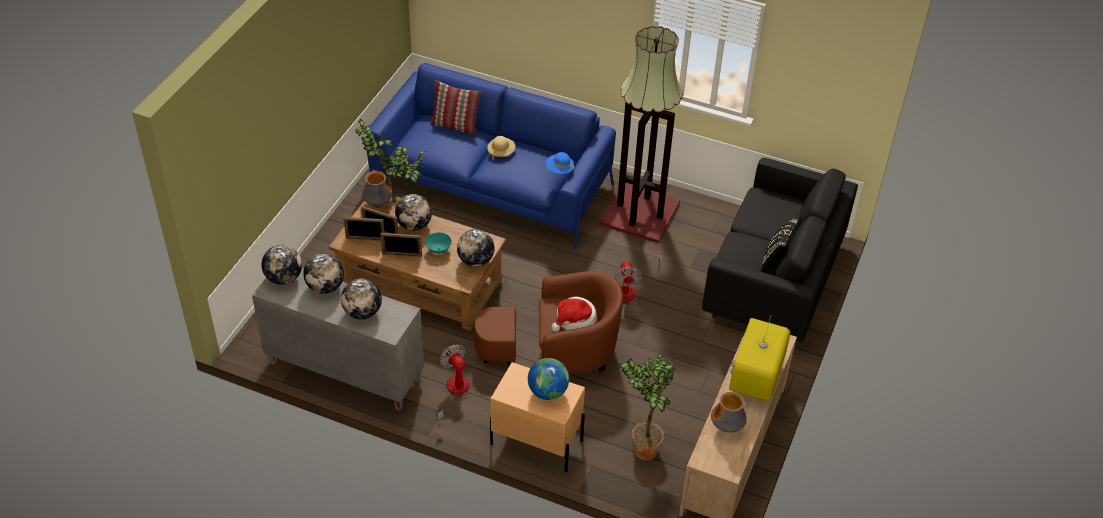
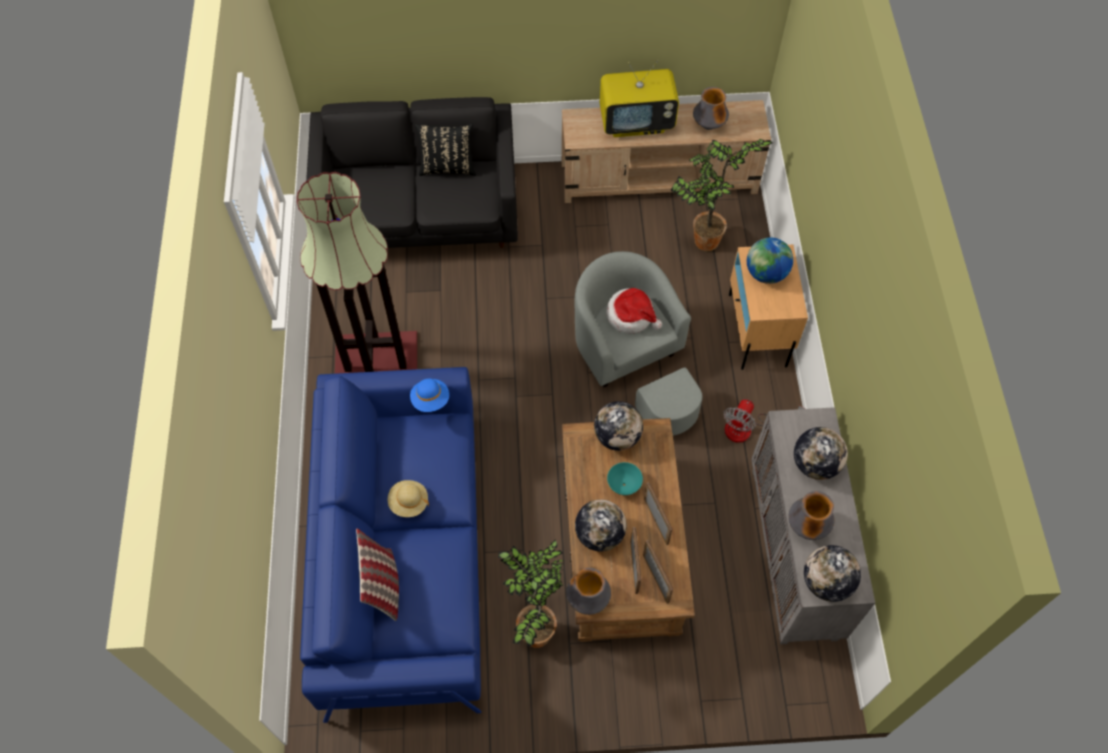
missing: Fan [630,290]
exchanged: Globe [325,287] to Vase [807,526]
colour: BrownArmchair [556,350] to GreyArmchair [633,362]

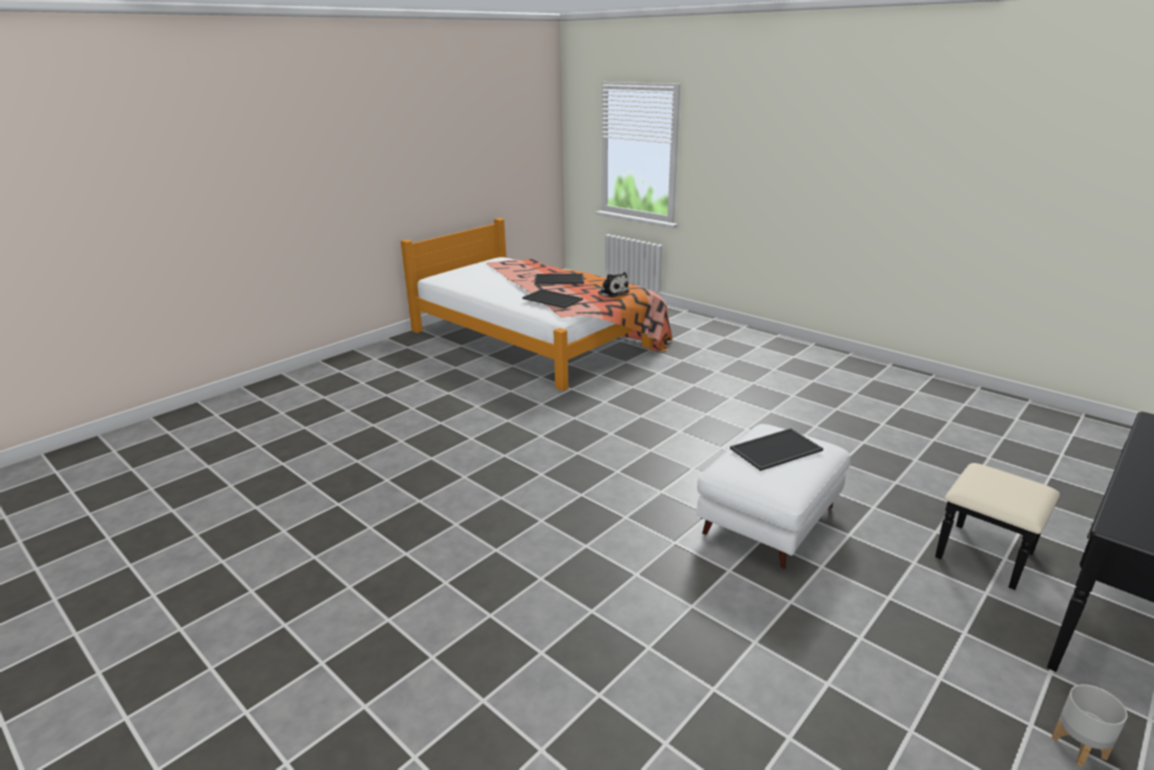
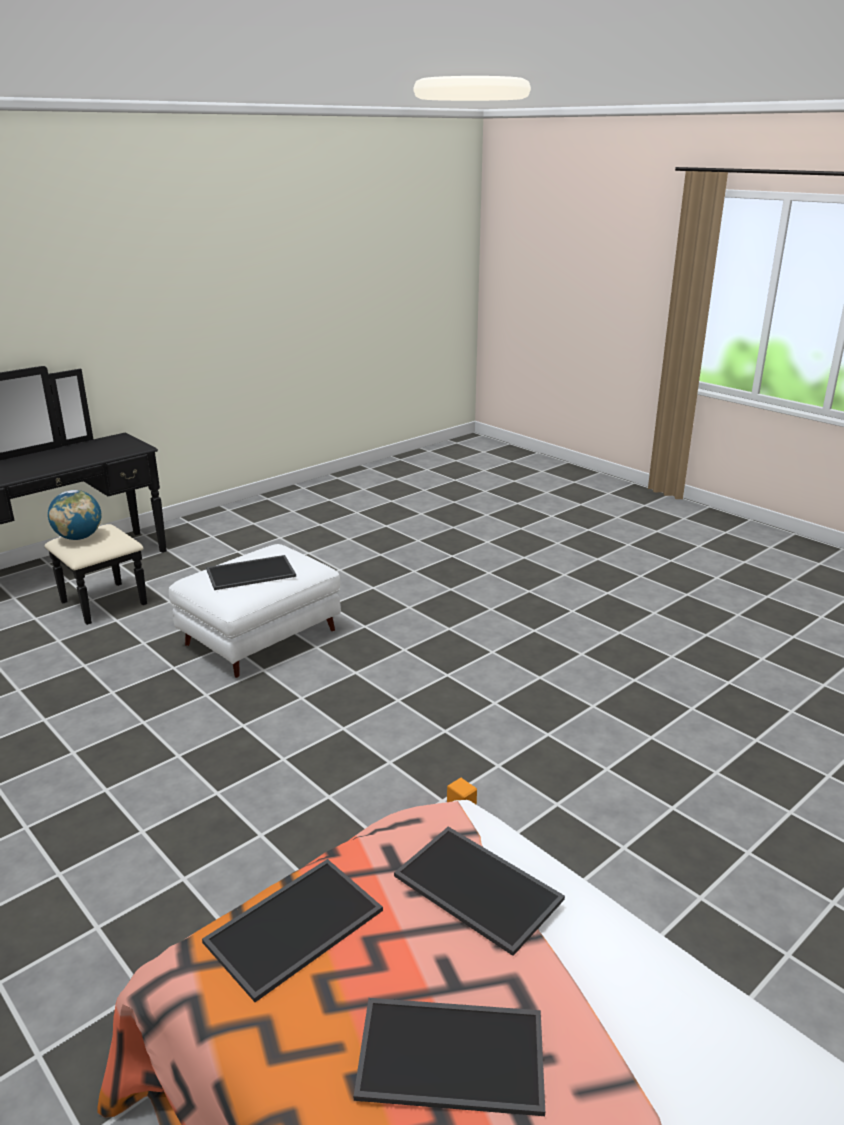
missing: GreyPlanter [1079,748]
appeared: Globe [79,537]
exchanged: PlushToy [612,292] to Tray [294,929]

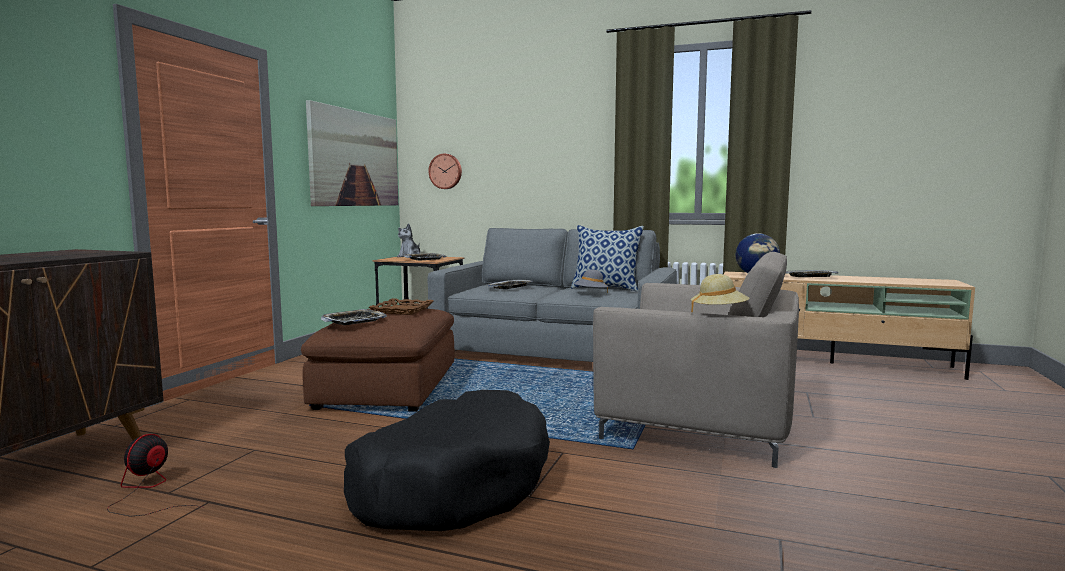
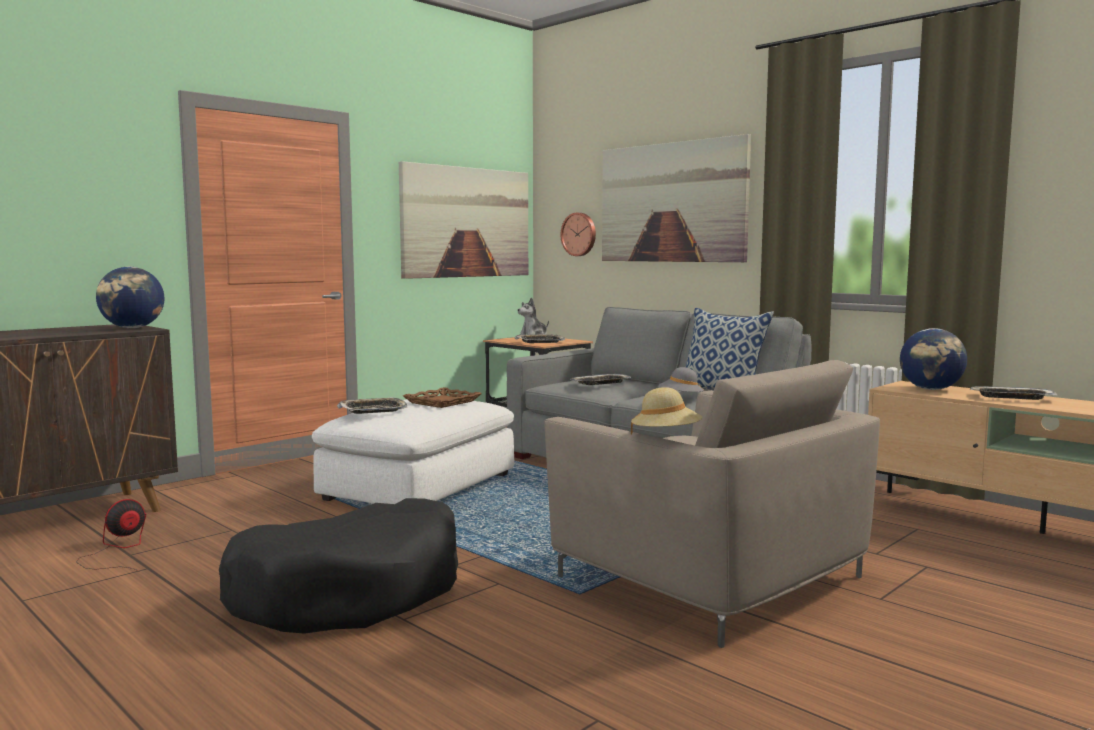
appeared: Globe [132,328]; Picture [672,202]
colour: BrownOttoman [387,387] to WhiteOttoman [419,486]

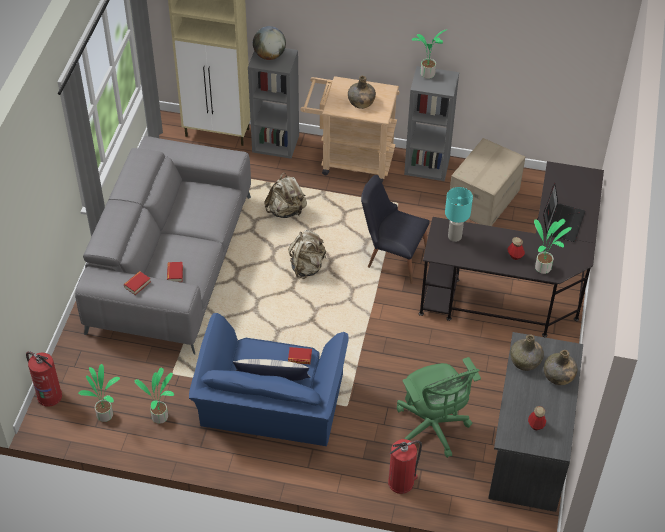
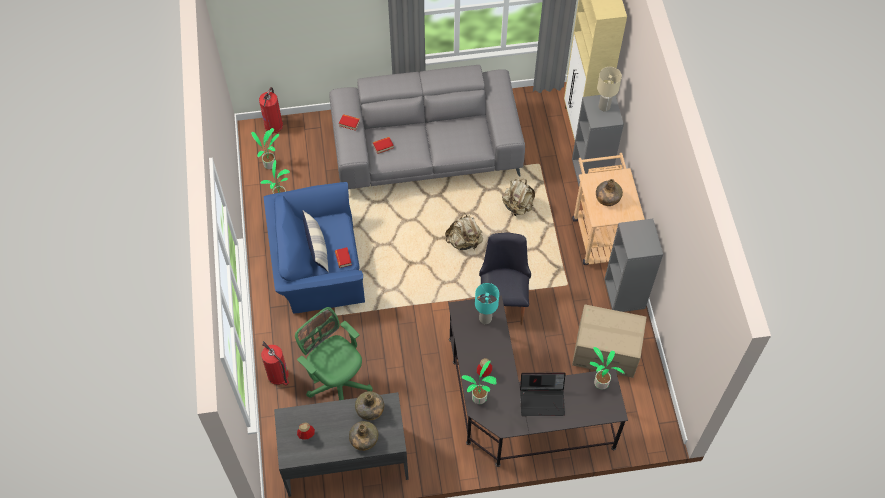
relocated: PottedPlant [427,75] to [600,382]
exchanged: Globe [269,55] to BeigeTableLamp [604,107]
spun: GreenOfficeChair [433,428] = [337,382] 90 degrees clockwise

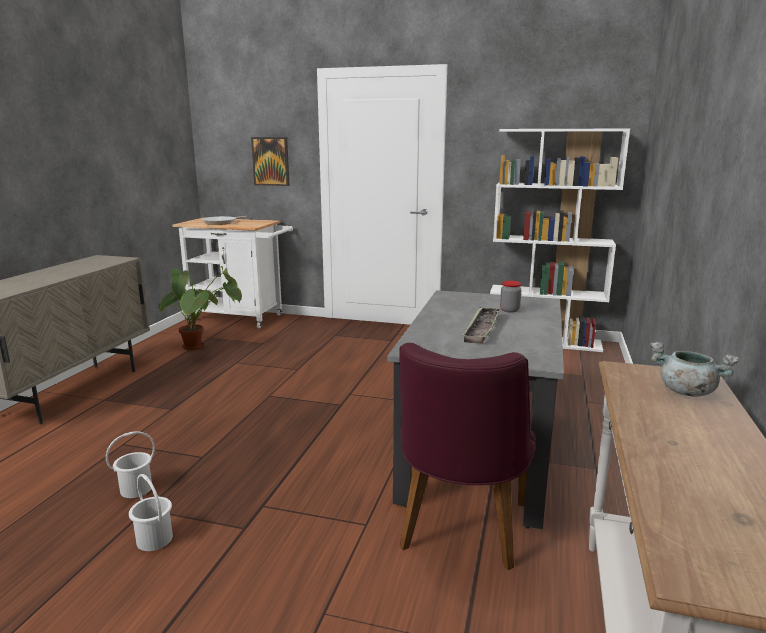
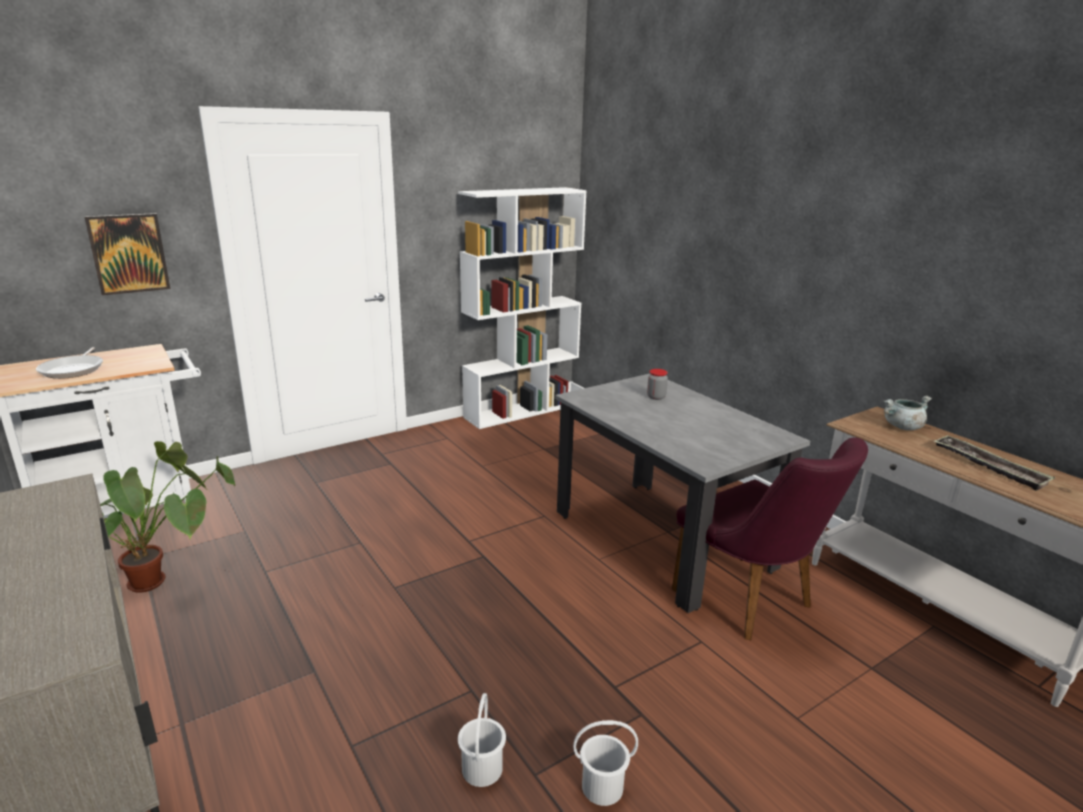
relocated: Tray [482,329] to [988,466]

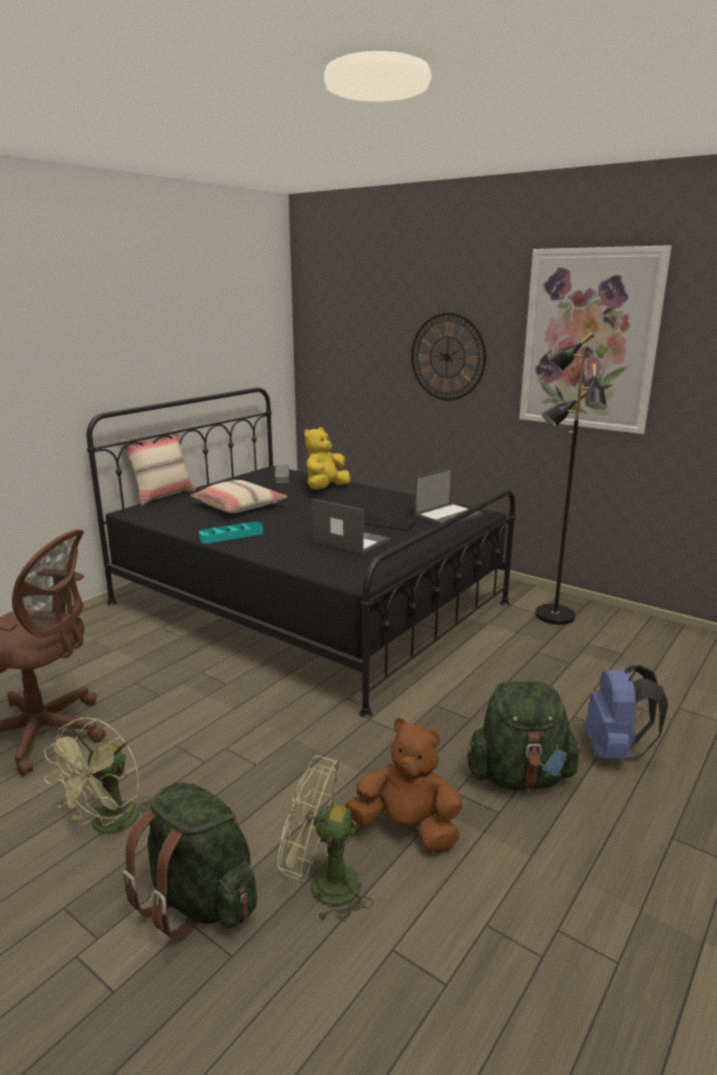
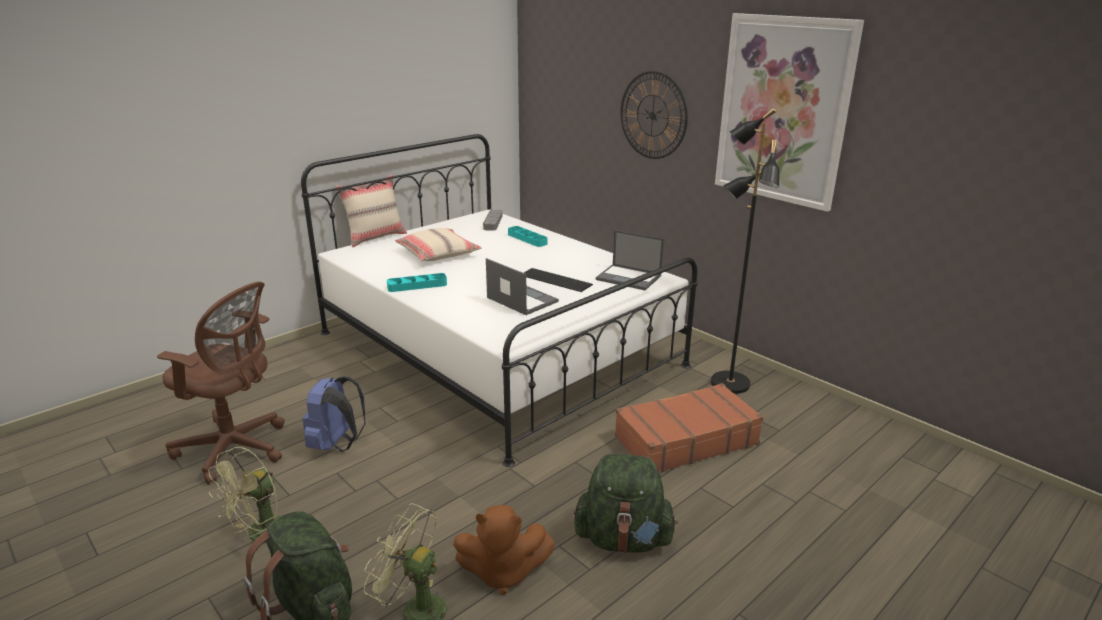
appeared: BrownSuitcase [685,440]
relocated: BlueBackpack [615,752] to [336,444]
exchanged: YellowPlushToy [325,488] to TurquoiseTray [527,239]
colour: BlackBed [308,603] to WhiteBed [498,349]
spun: BrownPlushToy [406,829] = [502,572] 150 degrees clockwise; Laptop [448,515] = [629,278] 60 degrees clockwise

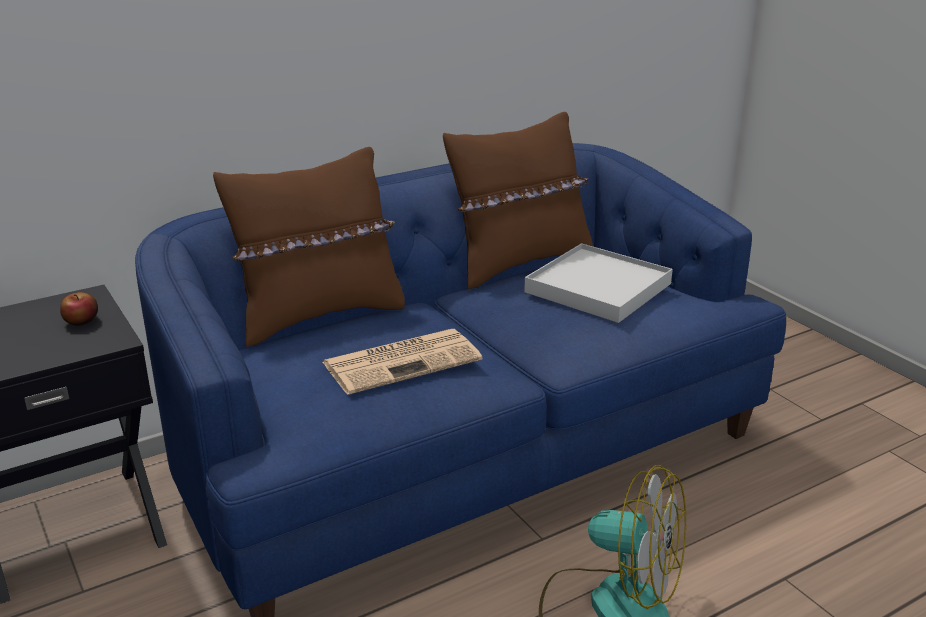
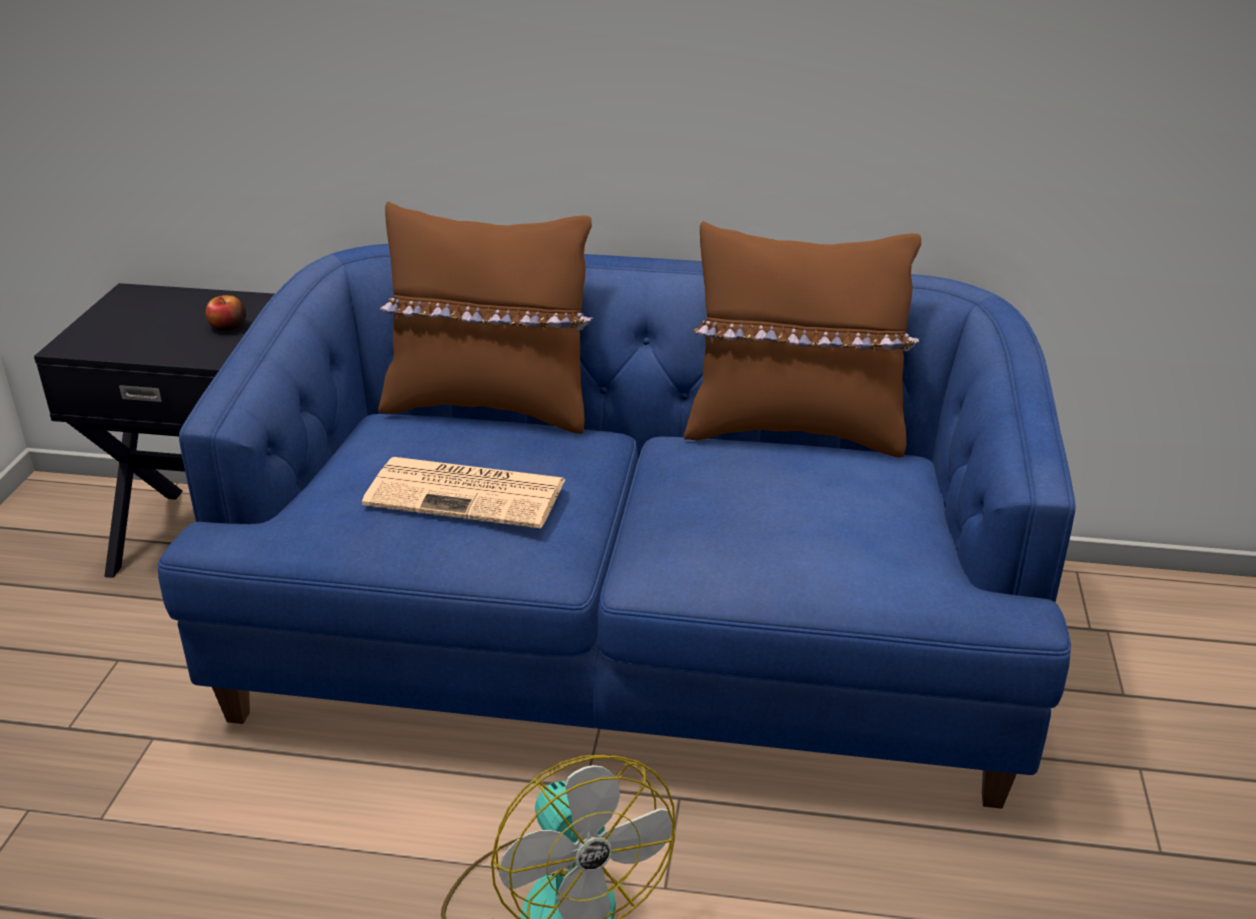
missing: WhiteTray [598,288]

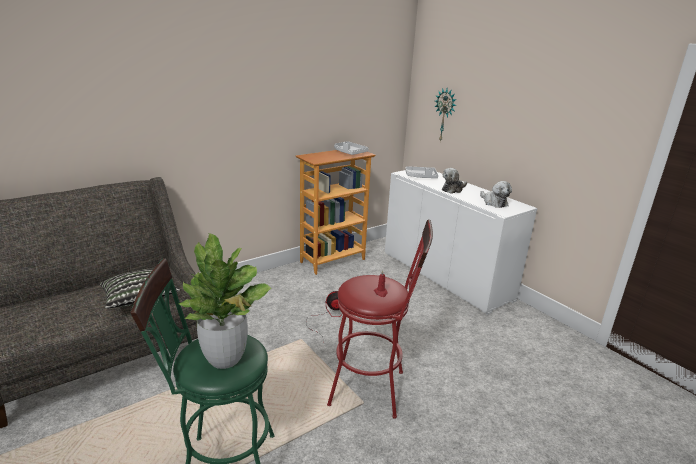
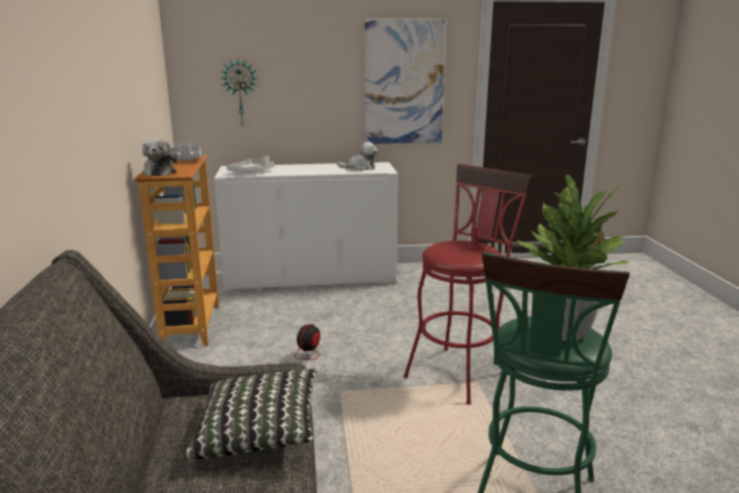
appeared: Picture [404,82]
relocated: PlushToy [453,189] to [160,172]

